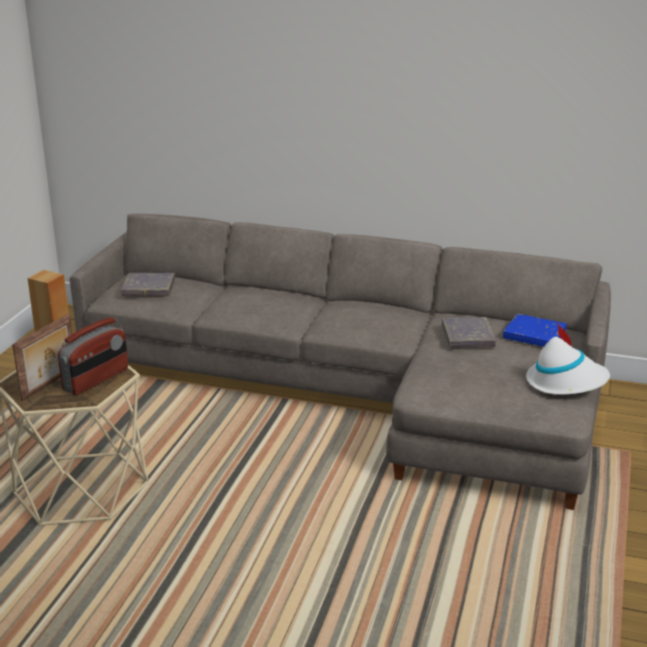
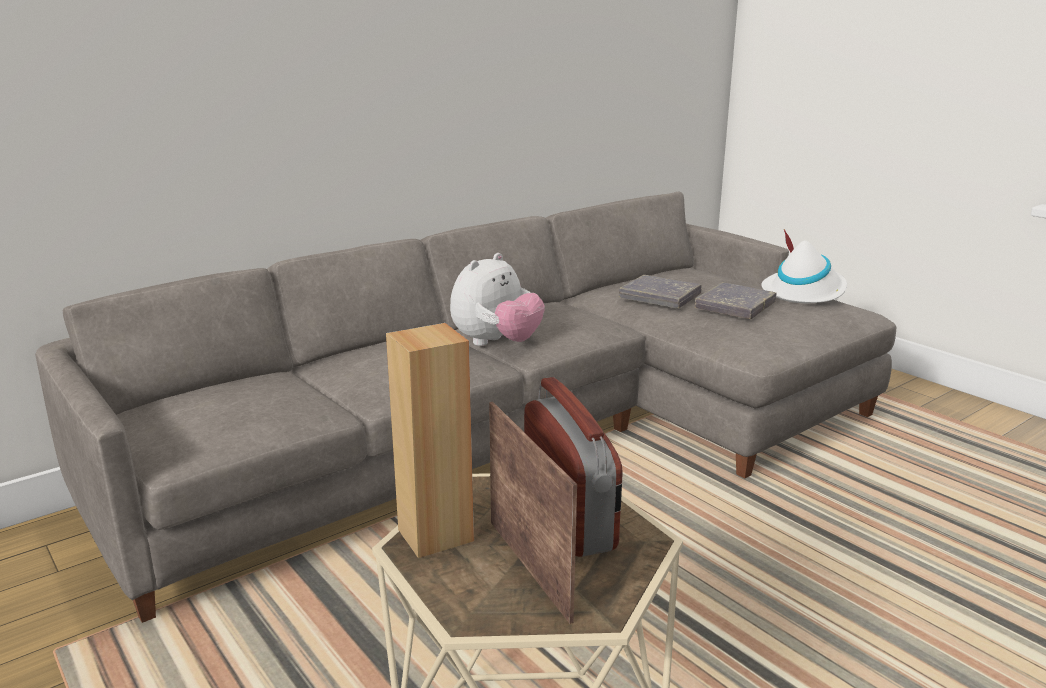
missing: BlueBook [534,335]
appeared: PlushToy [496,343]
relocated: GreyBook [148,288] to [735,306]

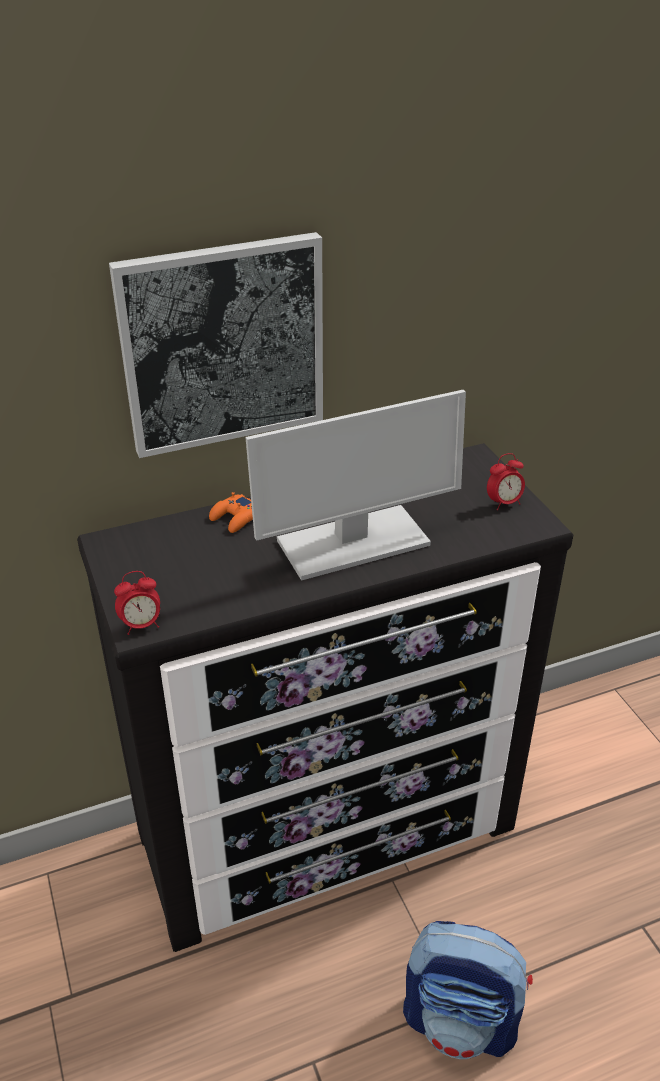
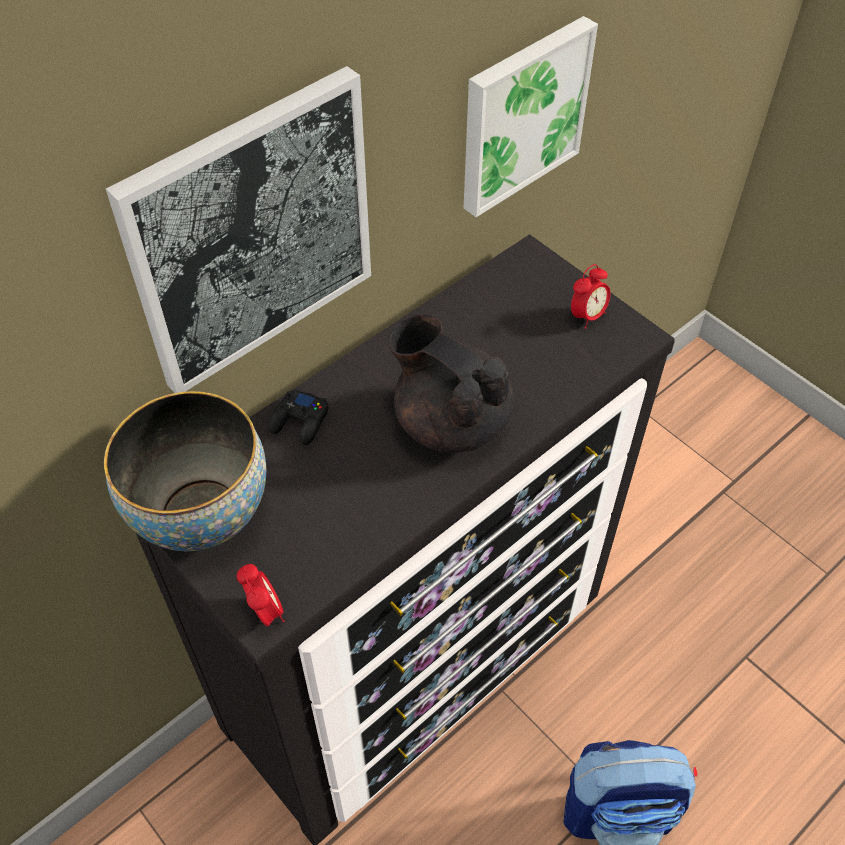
appeared: Bowl [202,515]; Picture [521,114]
exchanged: Monitor [352,544] to BlackTeapot [450,421]
colour: OrangeGameController [235,518] to BlackGameController [300,421]
spun: AlarmClock [141,625] = [265,611] 75 degrees counterclockwise

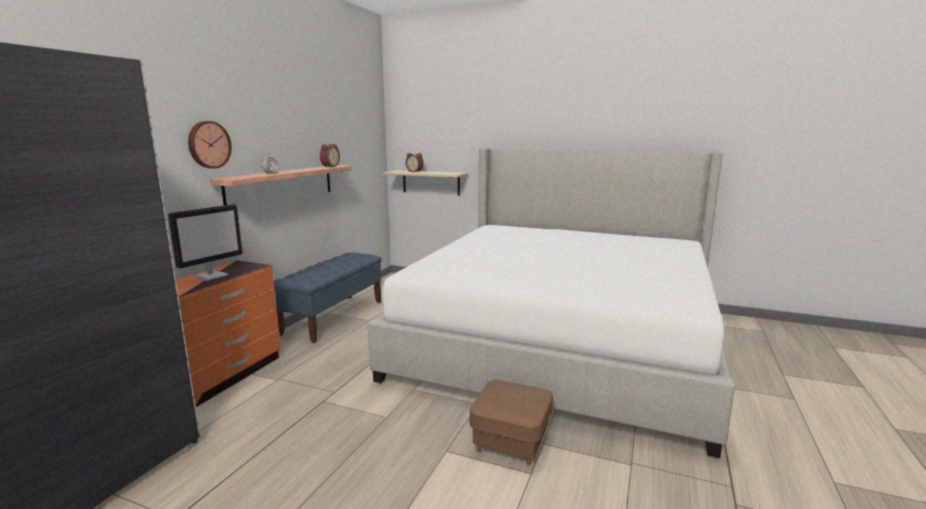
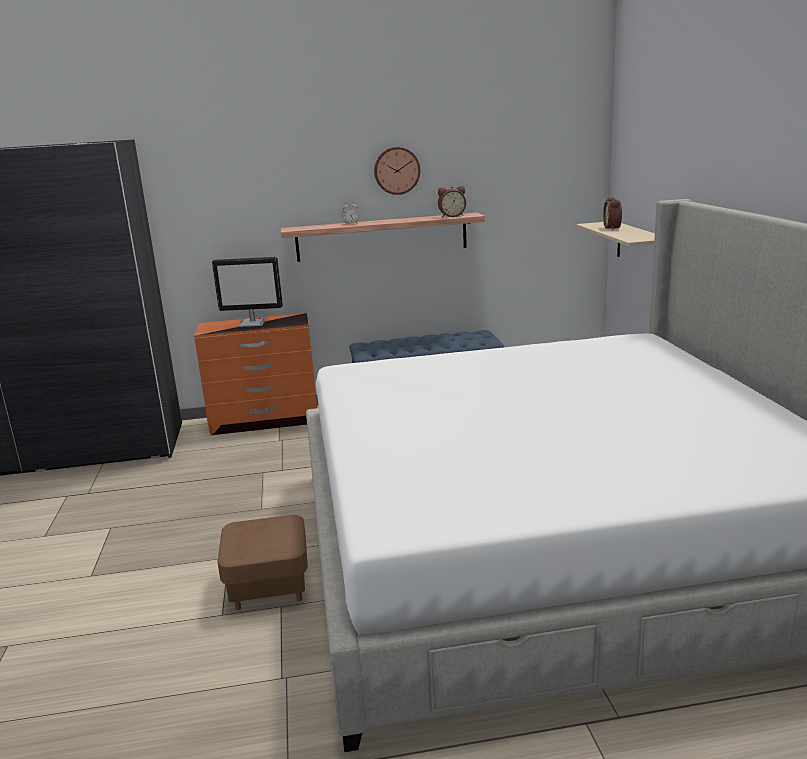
relocated: WallClock [208,144] to [396,170]

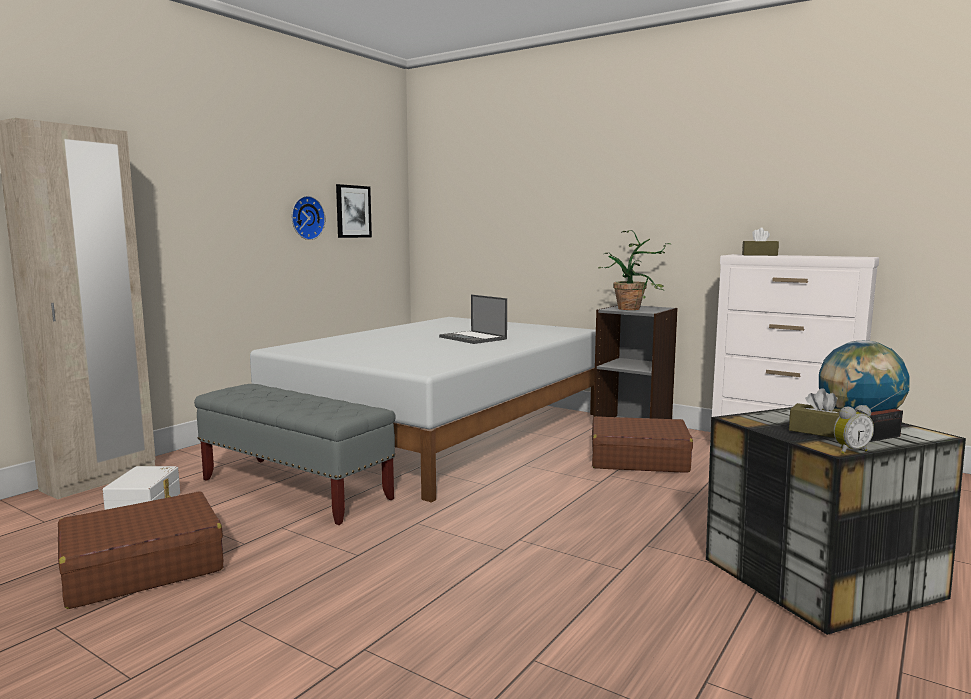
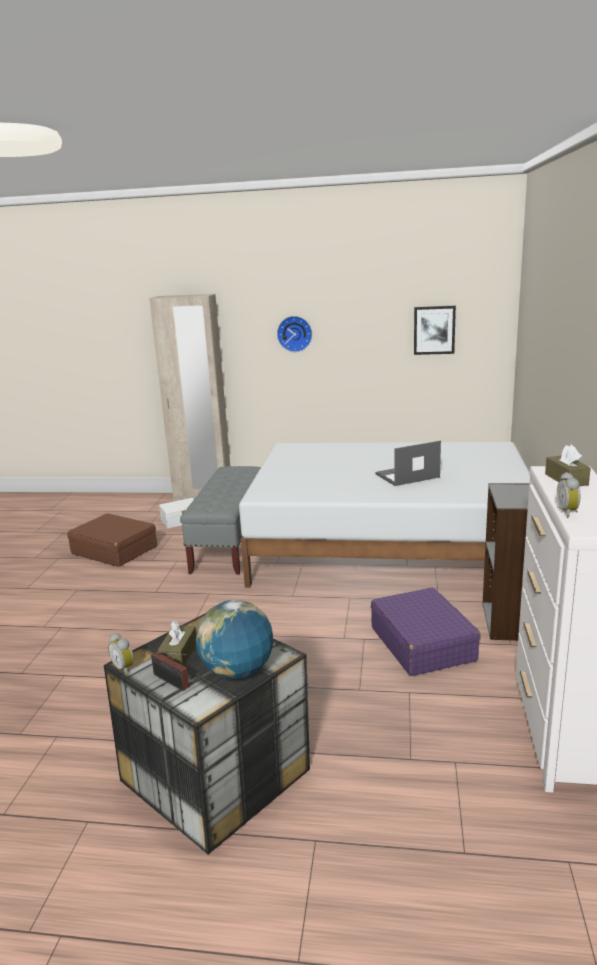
missing: PottedPlant [634,308]
appeared: AlarmClock [568,512]
relocated: WallClock [306,218] to [295,333]
colour: BrownSuitcase [638,459] to PurpleSuitcase [422,643]
spun: Laptop [473,338] = [406,476] 45 degrees clockwise

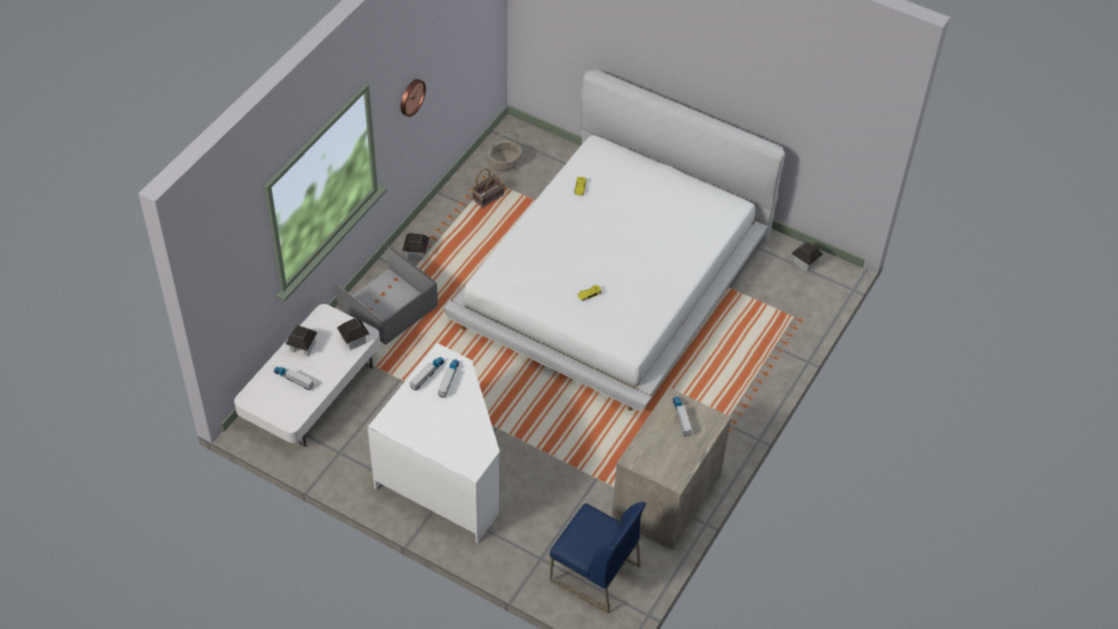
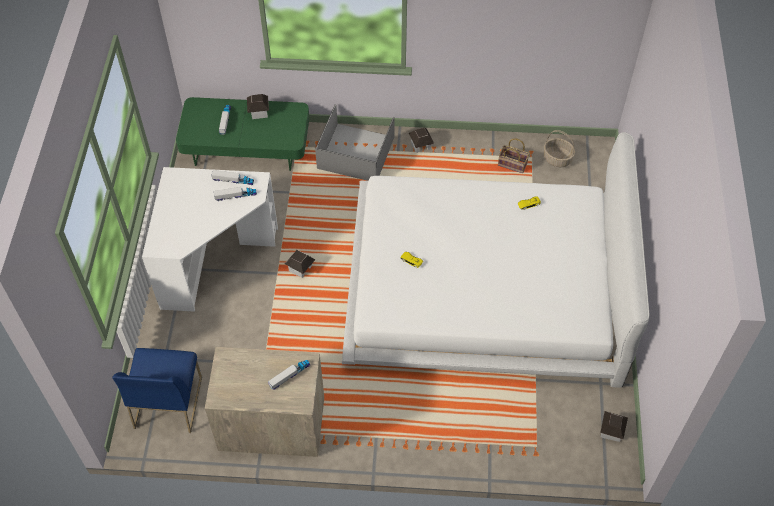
missing: WallClock [411,97]
relocated: ToyHouse [354,339] to [300,268]
colour: WhiteCoffeeTable [311,392] to GreenCoffeeTable [246,146]

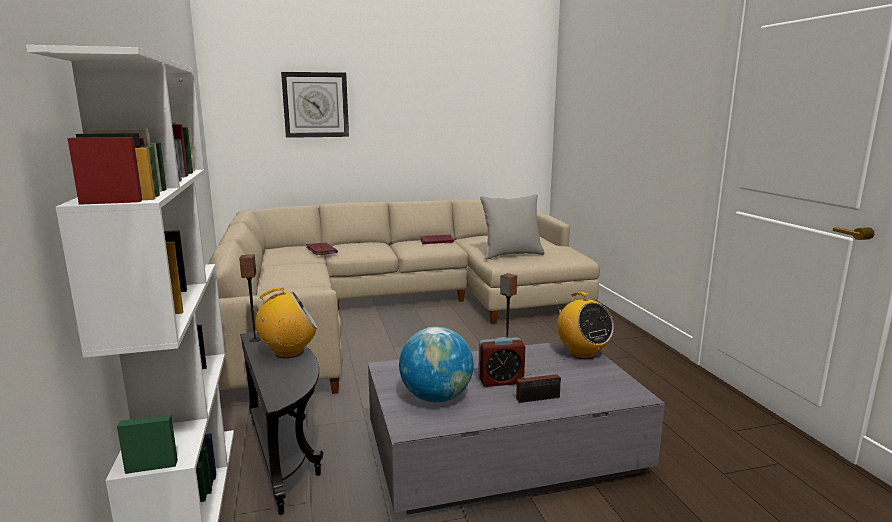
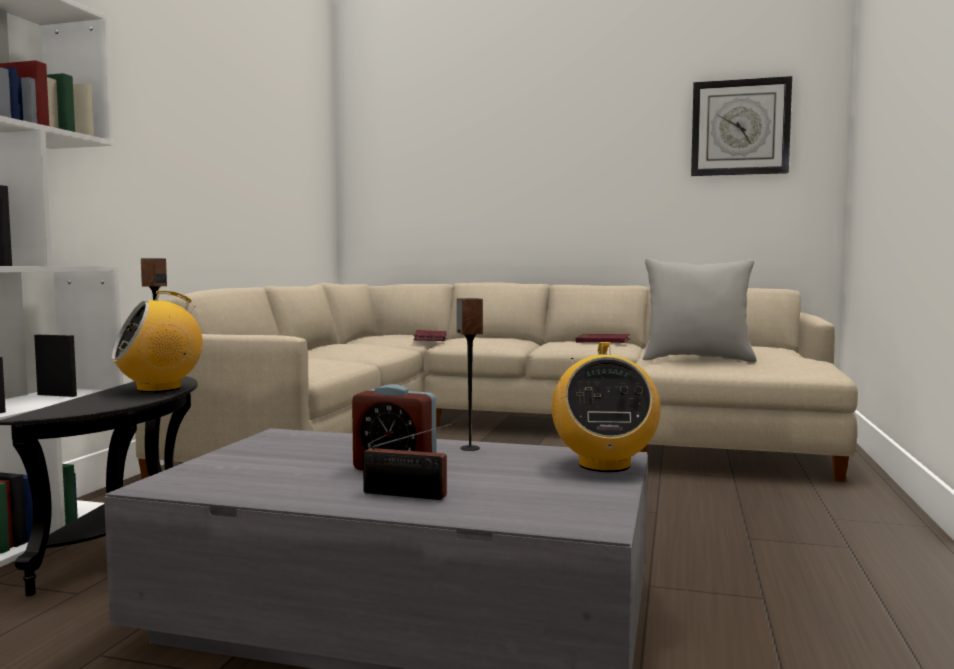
missing: Globe [436,397]
relocated: WallClock [315,105] to [740,127]
spun: Radio [288,352] = [159,388] 135 degrees clockwise

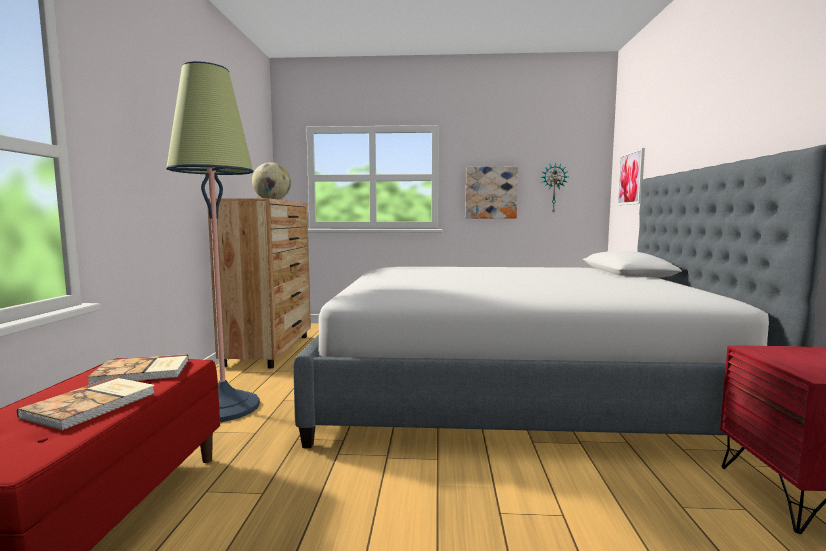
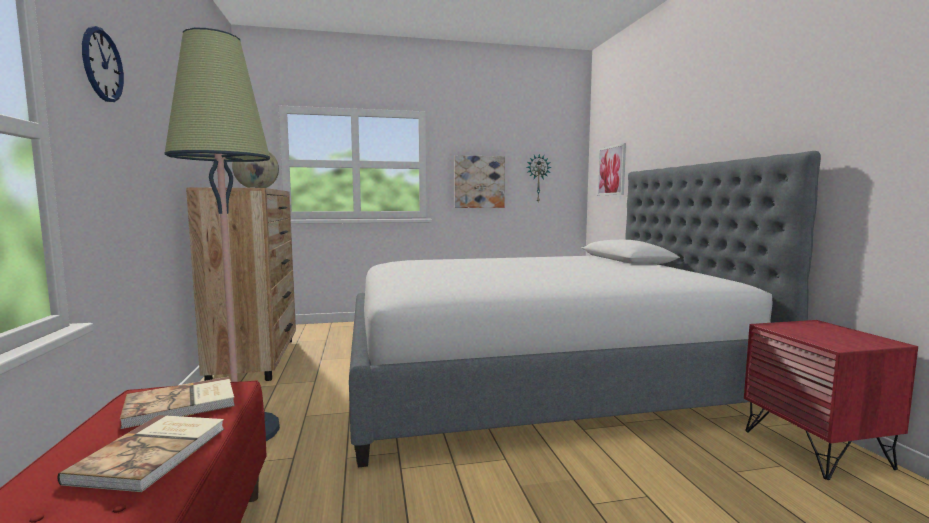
appeared: WallClock [102,65]

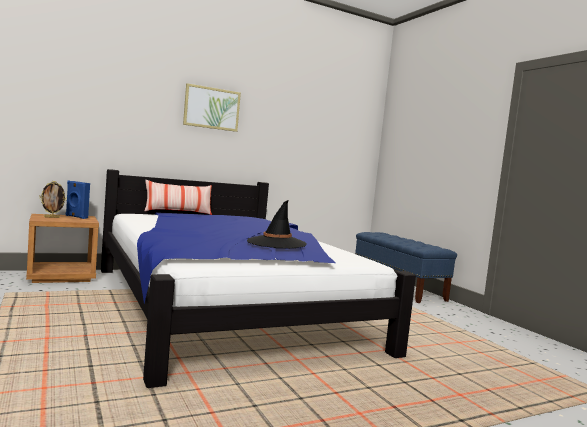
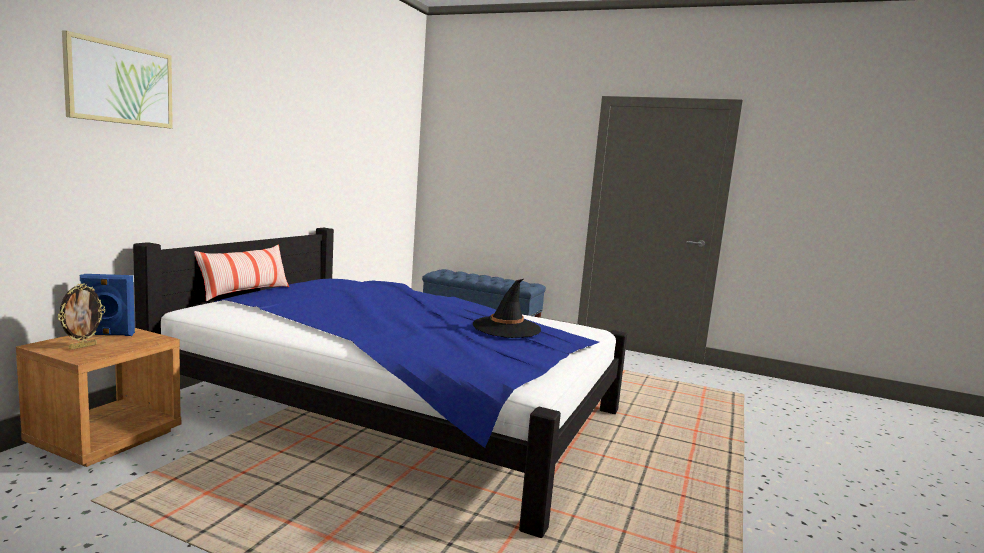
relocated: Picture [212,108] to [120,84]

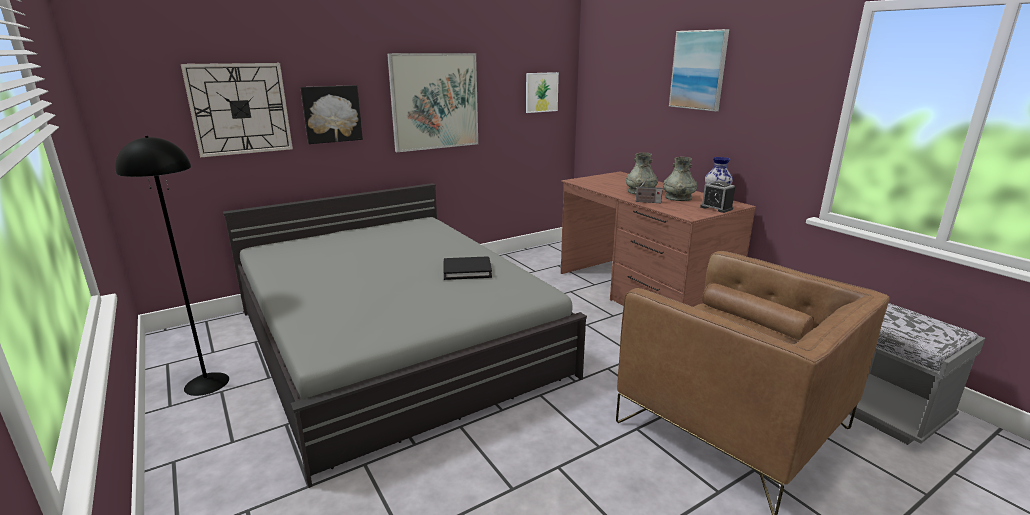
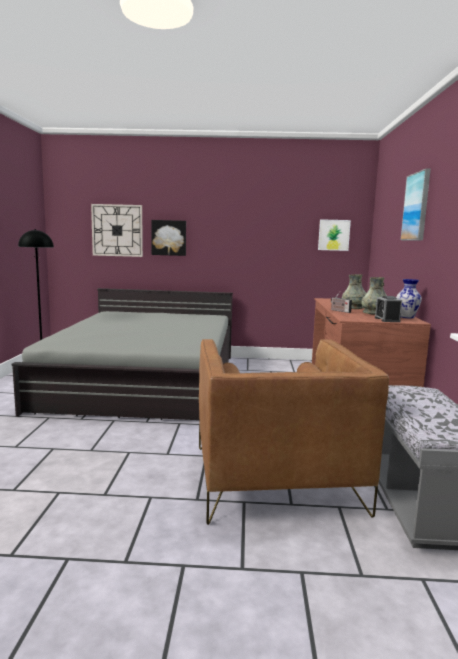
missing: Picture [435,101]; BlackBook [467,271]

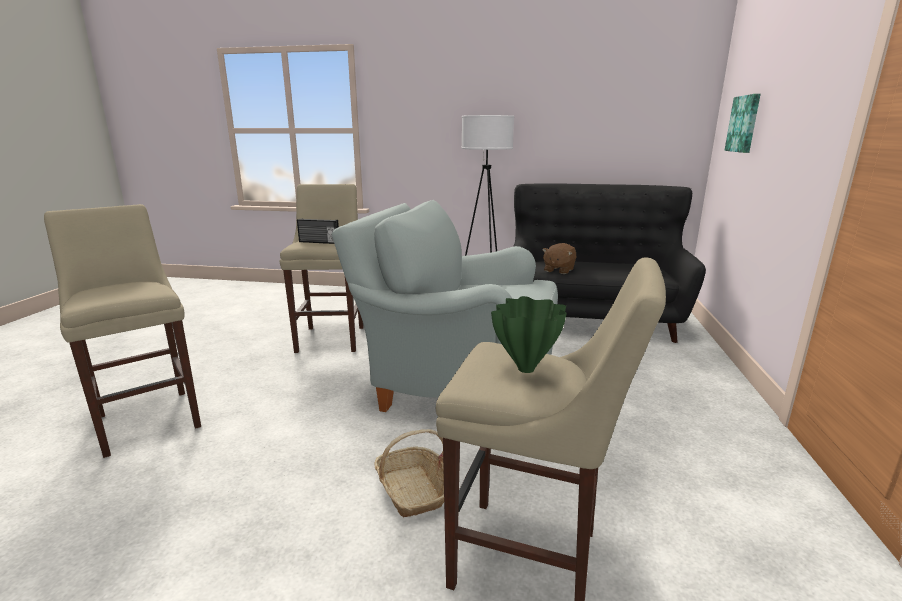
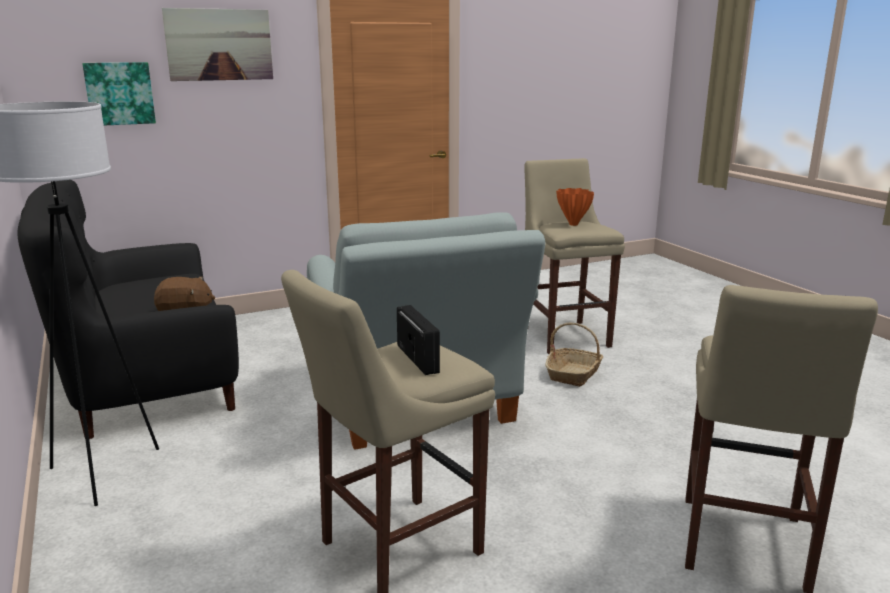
appeared: Picture [219,44]
colour: GreenVase [527,369] to OrangeVase [572,224]

